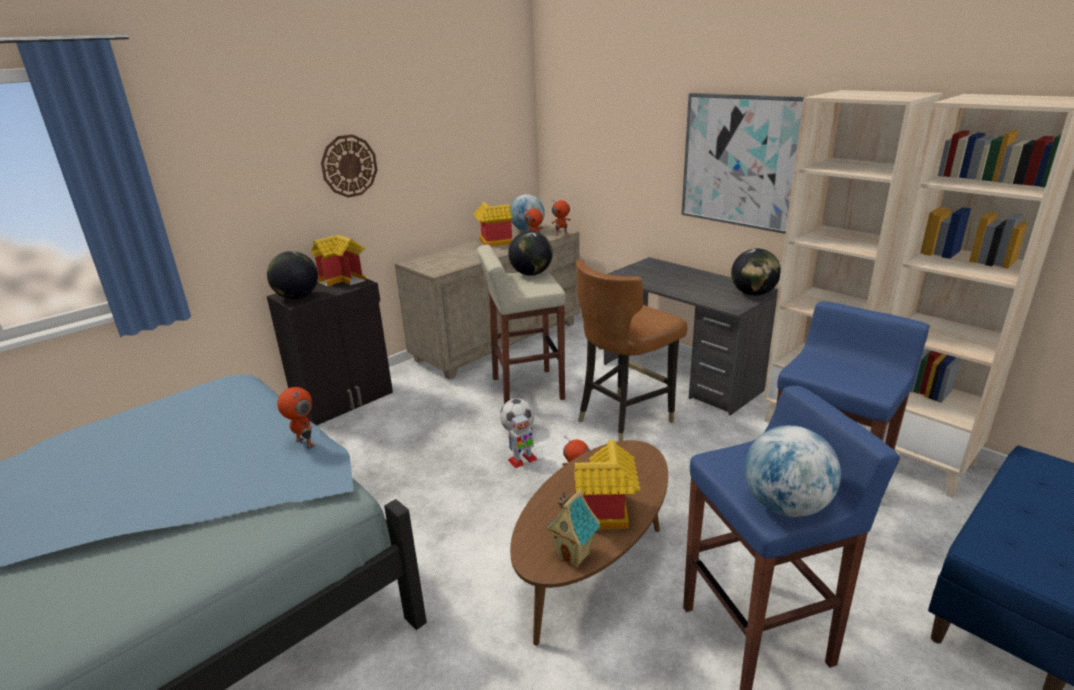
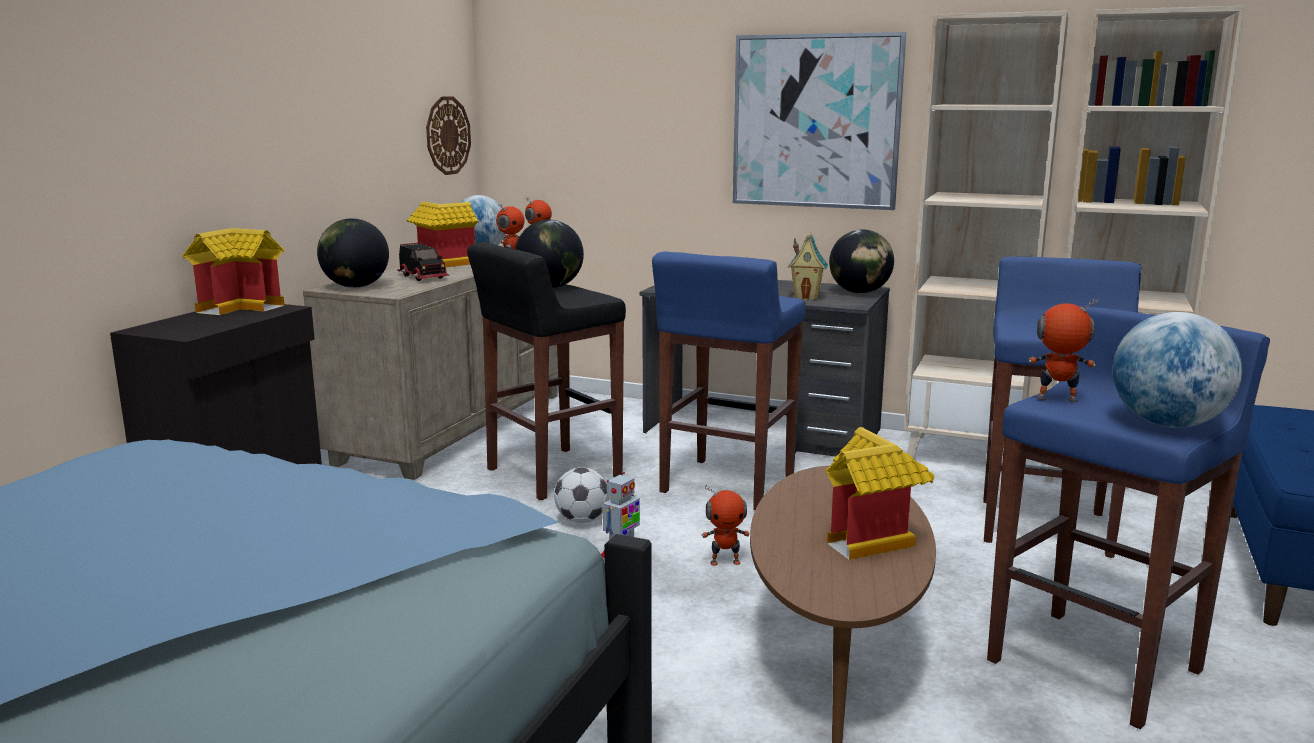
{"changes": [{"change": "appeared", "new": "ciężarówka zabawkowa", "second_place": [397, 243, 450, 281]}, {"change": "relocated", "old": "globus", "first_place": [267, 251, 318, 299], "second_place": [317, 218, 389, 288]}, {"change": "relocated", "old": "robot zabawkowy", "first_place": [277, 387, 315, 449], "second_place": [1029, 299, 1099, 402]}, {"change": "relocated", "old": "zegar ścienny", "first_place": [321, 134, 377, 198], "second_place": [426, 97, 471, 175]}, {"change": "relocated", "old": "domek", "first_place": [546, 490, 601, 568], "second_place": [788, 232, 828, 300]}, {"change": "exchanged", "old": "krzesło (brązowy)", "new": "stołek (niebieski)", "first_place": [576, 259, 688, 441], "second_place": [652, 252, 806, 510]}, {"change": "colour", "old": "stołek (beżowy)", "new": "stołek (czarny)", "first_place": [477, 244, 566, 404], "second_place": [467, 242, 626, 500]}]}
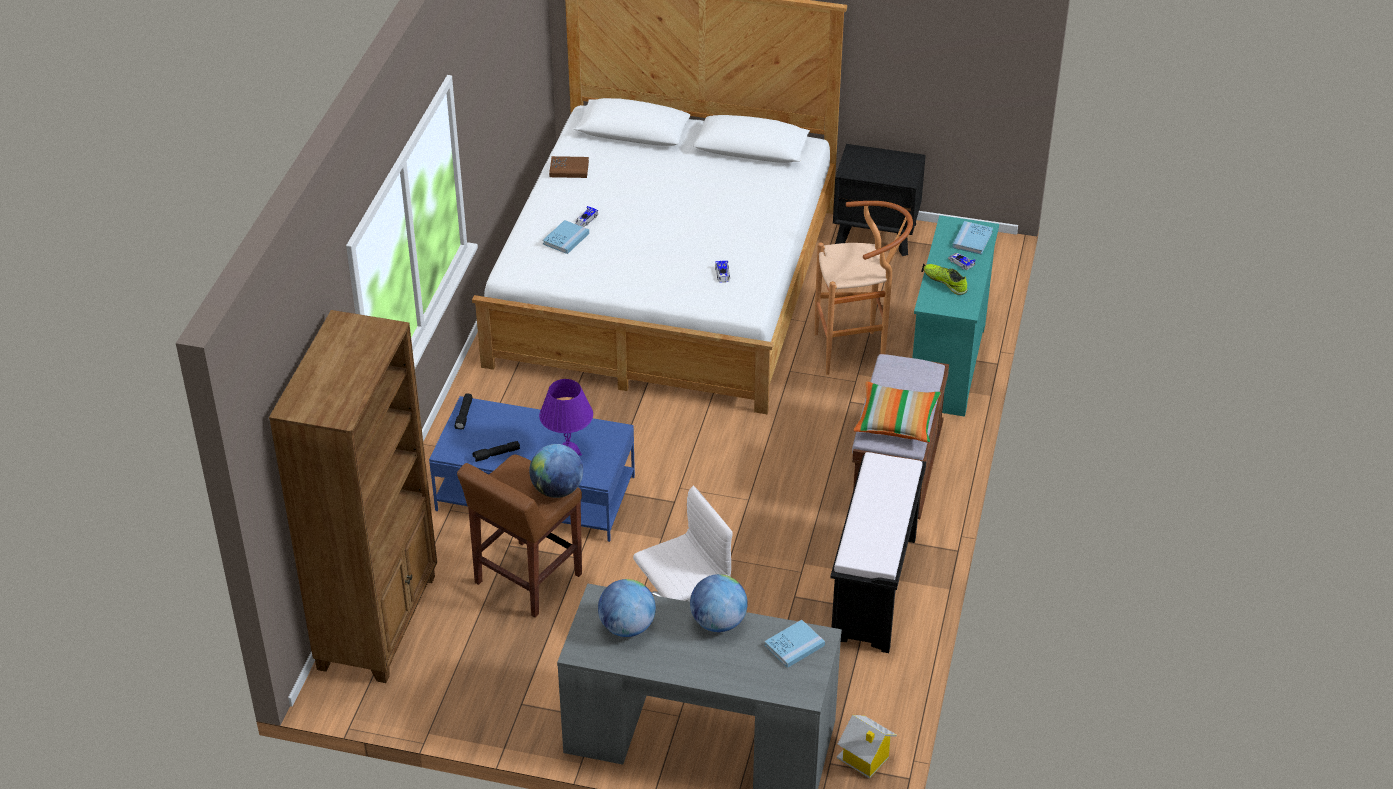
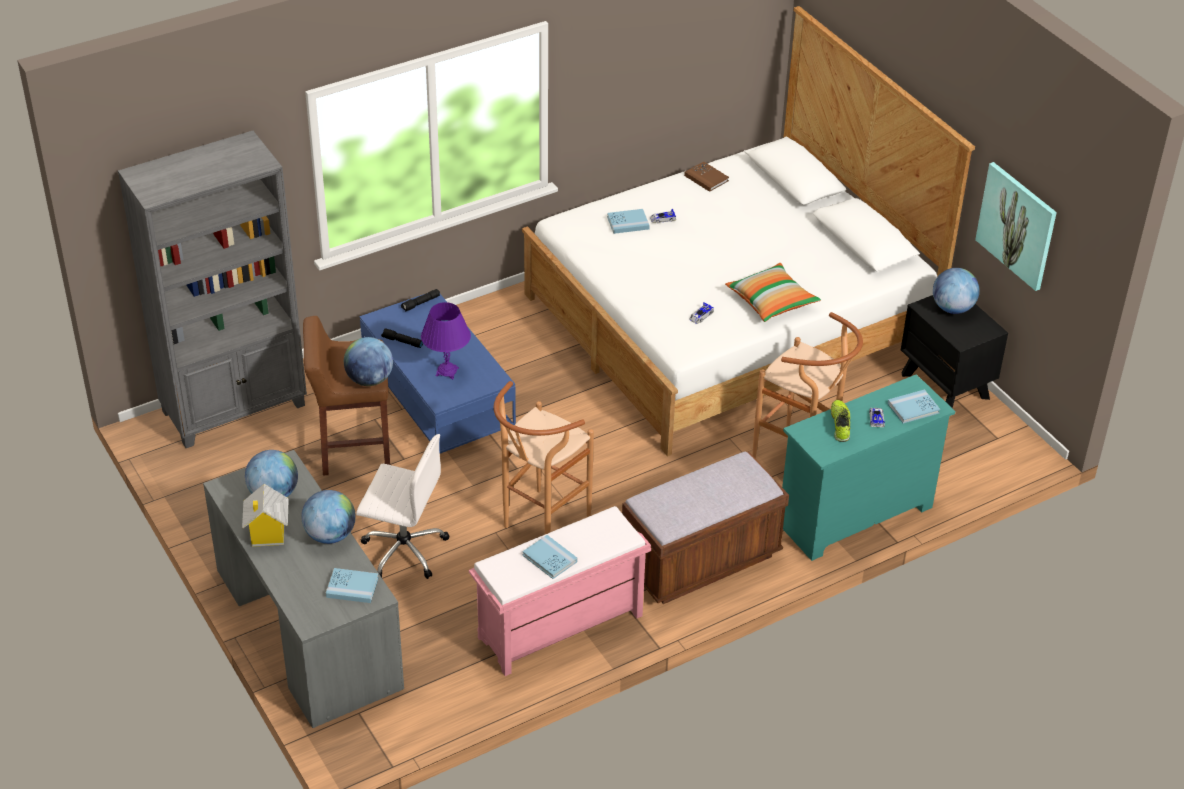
{"changes": [{"change": "appeared", "new": "stołek (brązowy)", "second_place": [494, 381, 594, 534]}, {"change": "appeared", "new": "książka (niebieski)", "second_place": [522, 535, 578, 579]}, {"change": "appeared", "new": "globus", "second_place": [933, 268, 980, 314]}, {"change": "appeared", "new": "obraz", "second_place": [975, 162, 1057, 291]}, {"change": "relocated", "old": "domek", "first_place": [837, 715, 897, 779], "second_place": [242, 484, 289, 547]}, {"change": "relocated", "old": "poduszka", "first_place": [854, 382, 941, 442], "second_place": [725, 263, 821, 322]}, {"change": "colour", "old": "regał (brązowy)", "new": "regał (szary)", "first_place": [269, 310, 437, 683], "second_place": [118, 131, 307, 448]}, {"change": "colour", "old": "ławka (czarny)", "new": "ławka (różowy)", "first_place": [830, 452, 926, 653], "second_place": [469, 506, 651, 676]}]}
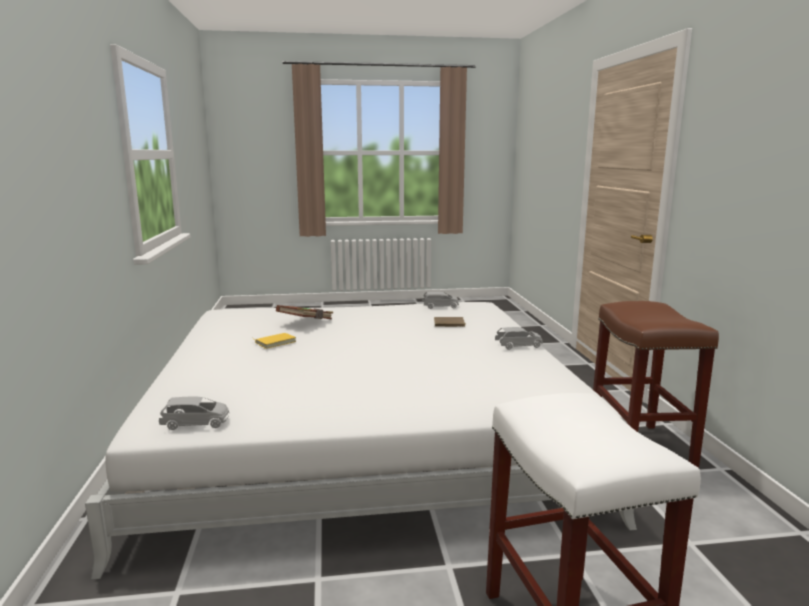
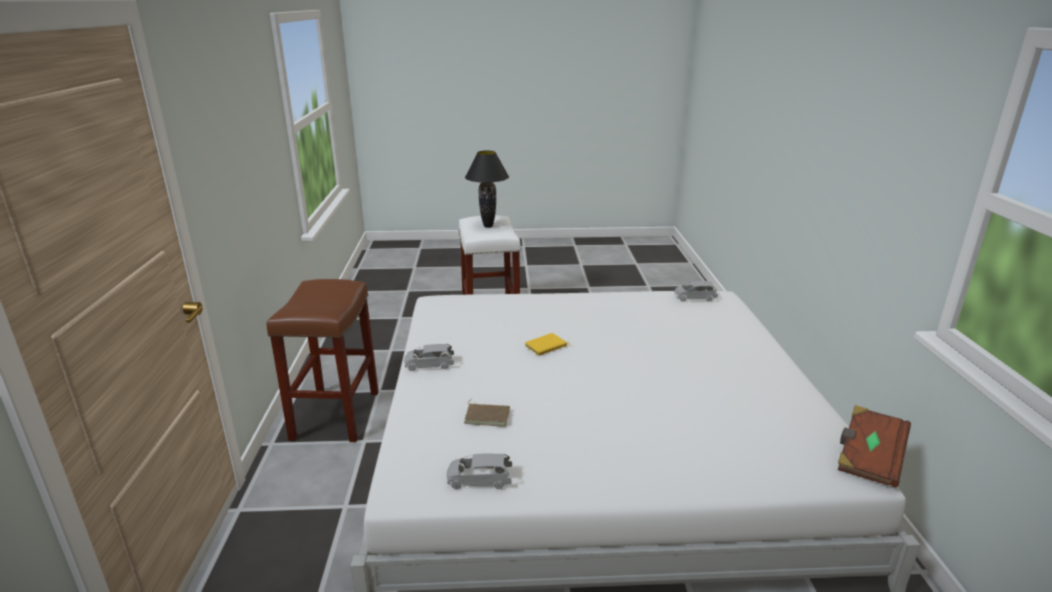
{"changes": [{"change": "appeared", "new": "lampa stołowa (czarny)", "second_place": [465, 151, 509, 228]}, {"change": "relocated", "old": "książka (żółty)", "first_place": [253, 333, 296, 349], "second_place": [525, 333, 572, 356]}, {"change": "relocated", "old": "książka (brązowy)", "first_place": [276, 305, 333, 320], "second_place": [838, 405, 911, 488]}]}
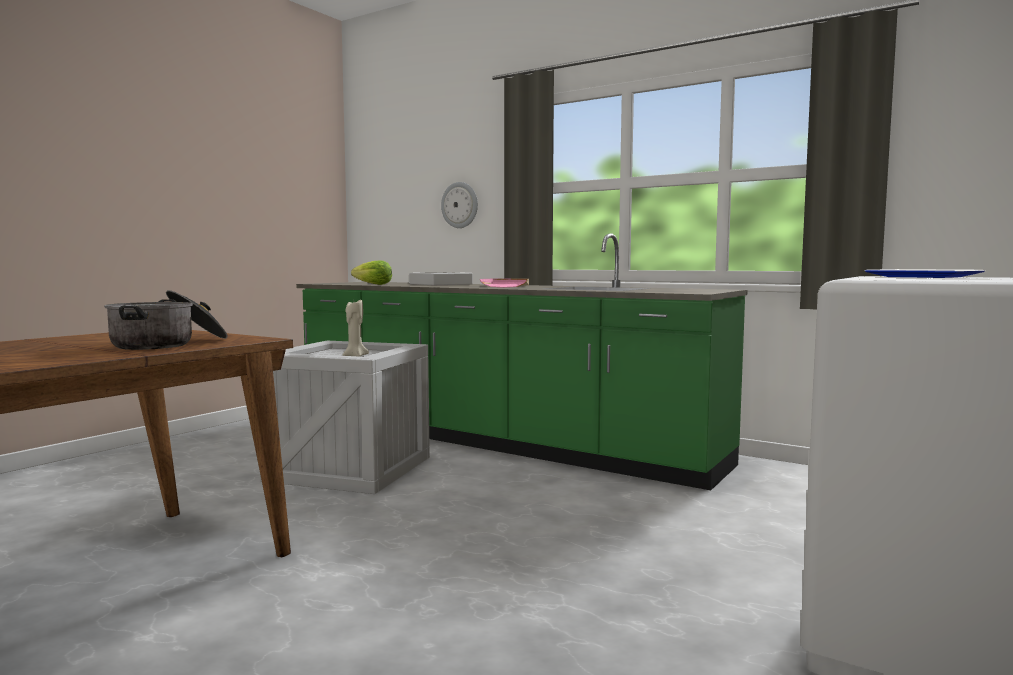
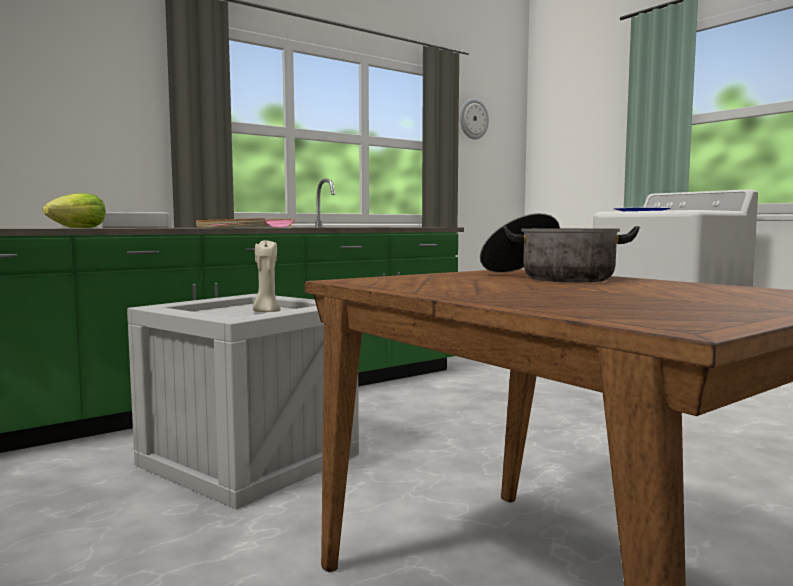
{"changes": [{"change": "relocated", "old": "zegar ścienny", "first_place": [441, 182, 478, 228], "second_place": [460, 99, 489, 139]}]}
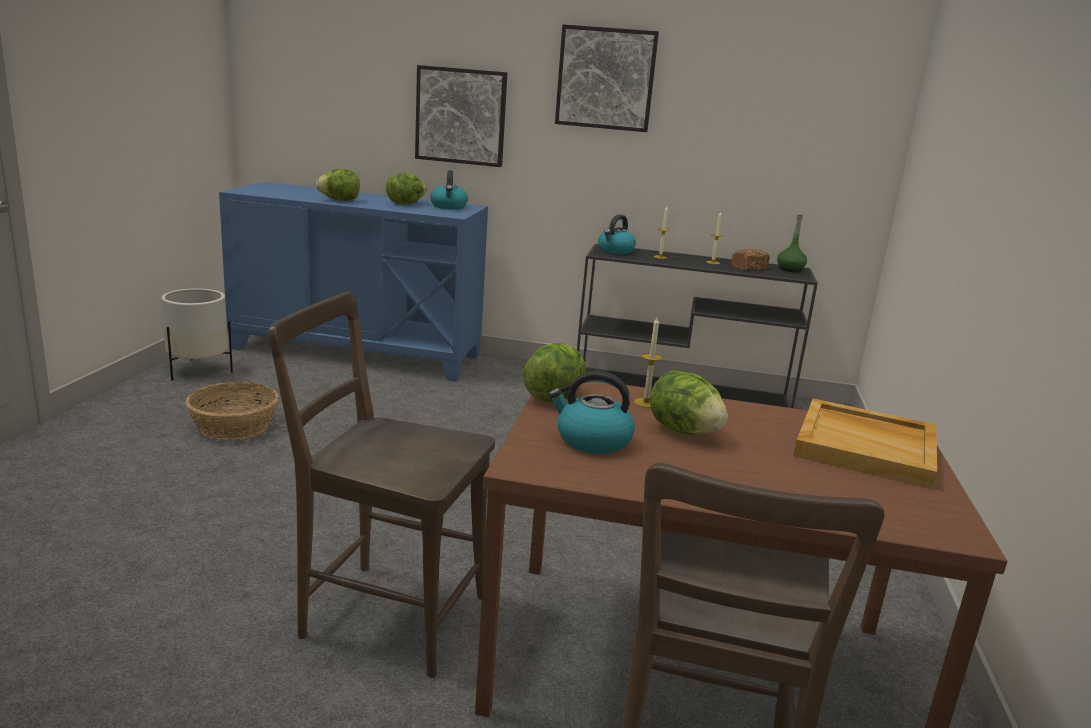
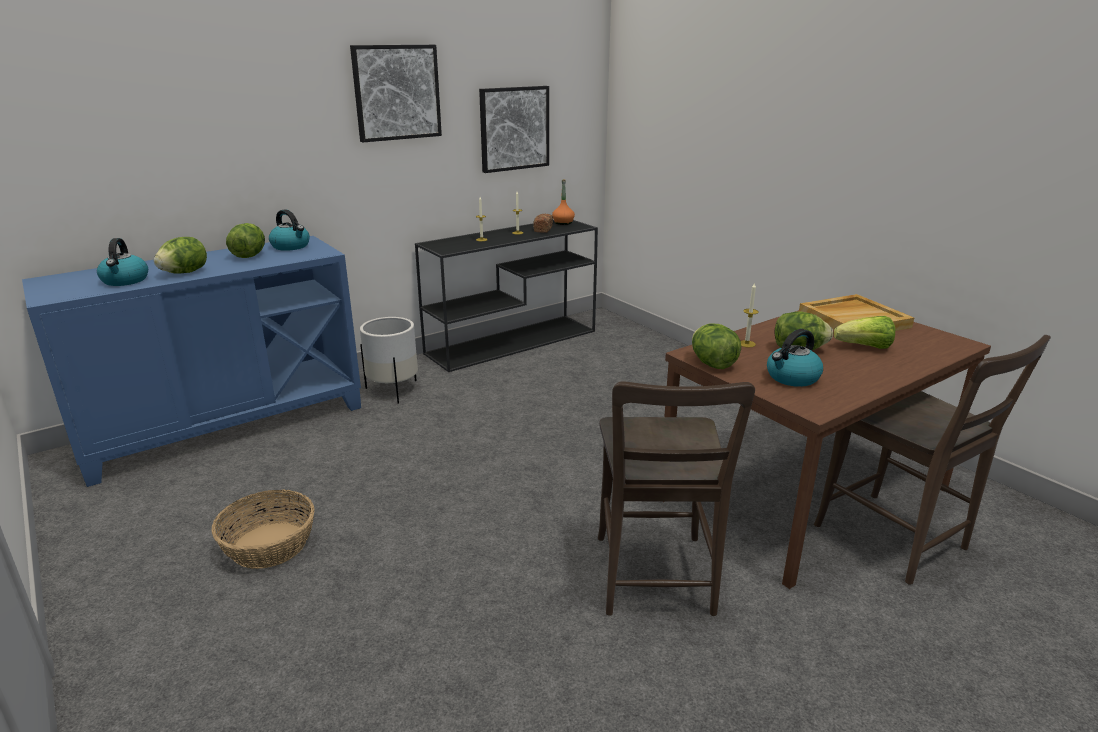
{"changes": [{"change": "appeared", "new": "sałata", "second_place": [834, 316, 895, 349]}, {"change": "relocated", "old": "donica (biały)", "first_place": [161, 288, 233, 380], "second_place": [360, 317, 418, 403]}, {"change": "relocated", "old": "obraz", "first_place": [415, 65, 507, 167], "second_place": [479, 86, 549, 173]}, {"change": "relocated", "old": "czajnik", "first_place": [598, 215, 636, 254], "second_place": [97, 238, 148, 286]}, {"change": "colour", "old": "butelka (zielony)", "new": "butelka (pomarańczowy)", "first_place": [777, 214, 807, 272], "second_place": [552, 179, 575, 225]}, {"change": "spun", "old": "krzesło (brązowy)", "first_place": [268, 292, 495, 678], "second_place": [598, 381, 755, 616], "degrees": -60}]}
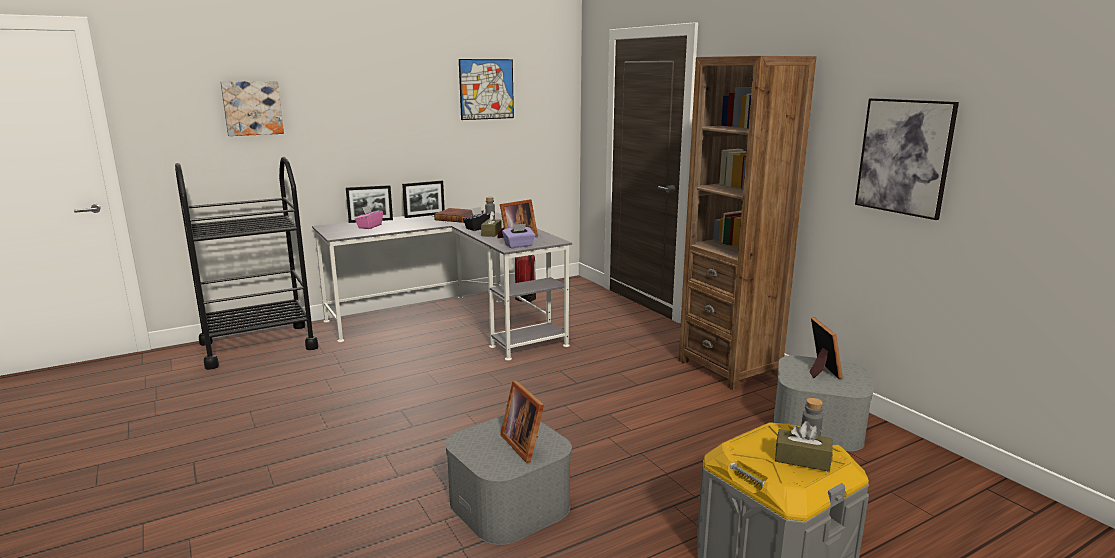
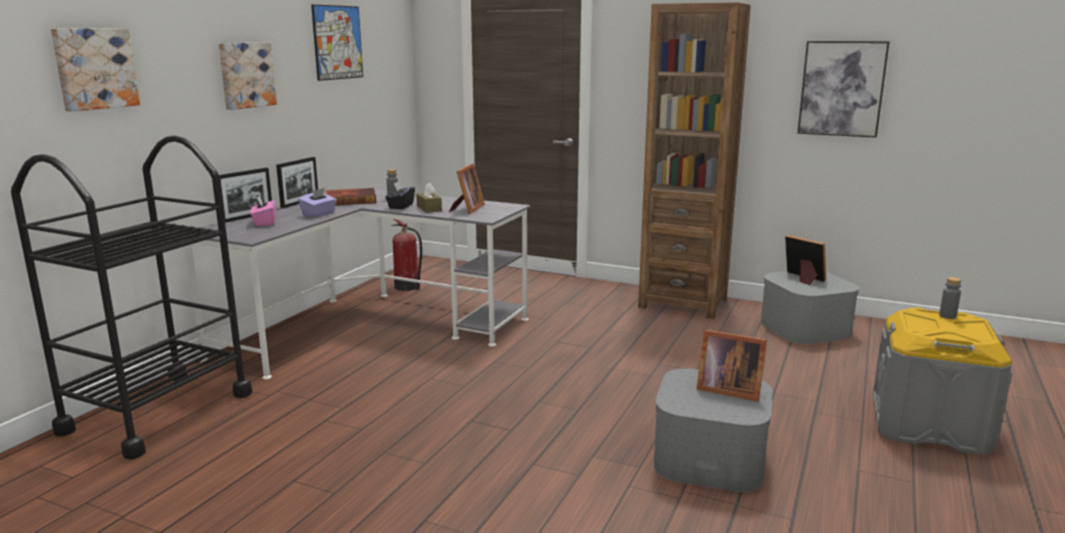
{"changes": [{"change": "missing", "old": "pudełko chusteczek (brązowy)", "first_place": [775, 421, 833, 472]}, {"change": "appeared", "new": "obraz", "second_place": [219, 43, 277, 110]}, {"change": "relocated", "old": "pudełko chusteczek (fioletowy)", "first_place": [502, 224, 536, 248], "second_place": [298, 188, 337, 217]}]}
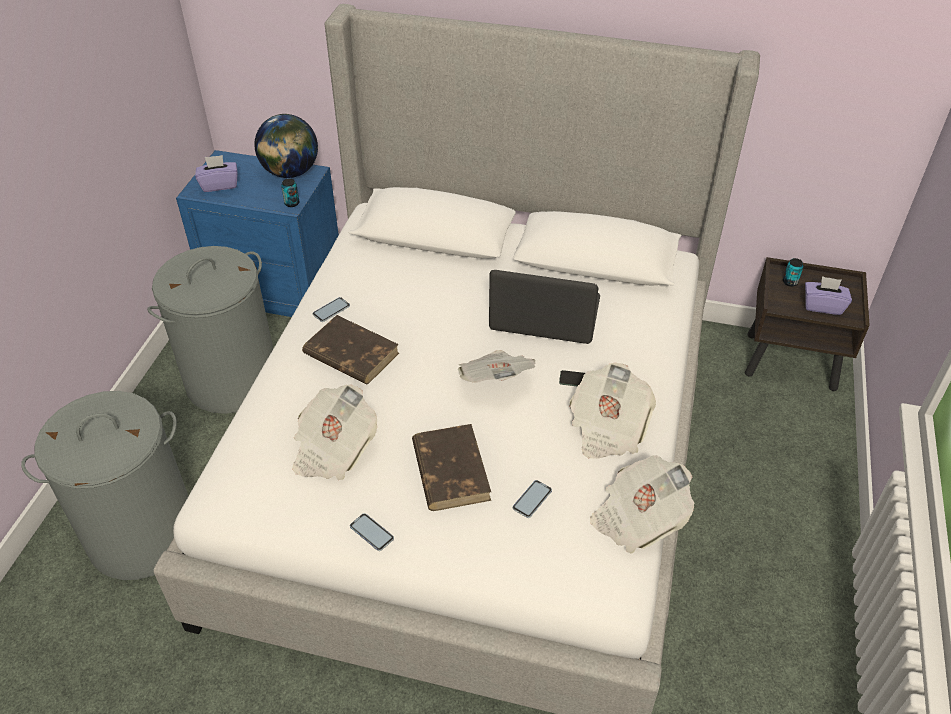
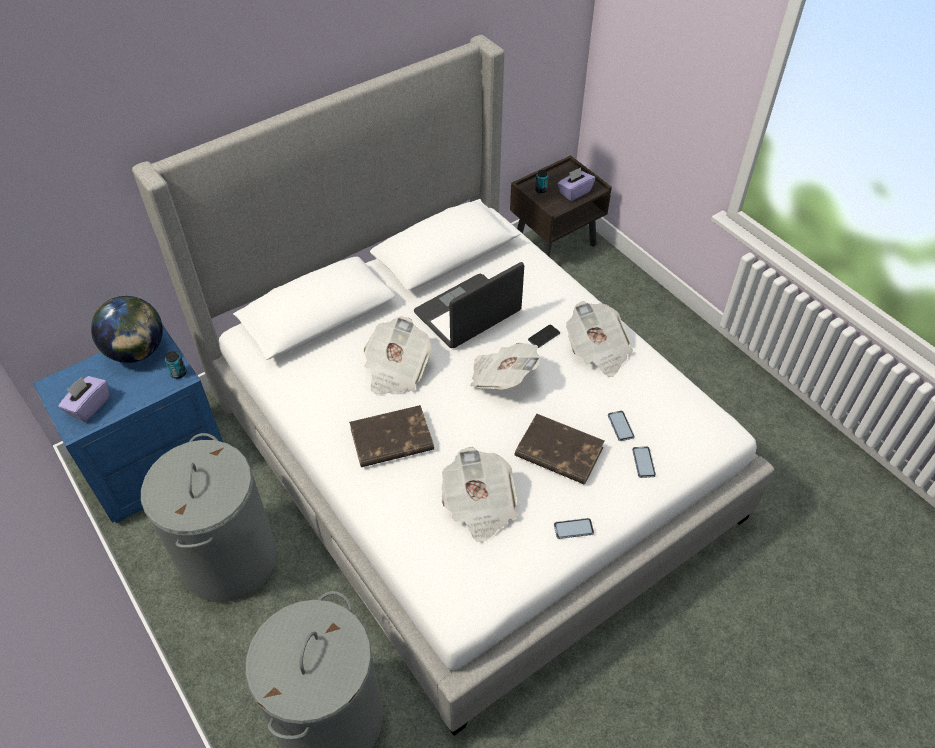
{"changes": [{"change": "relocated", "old": "telefon", "first_place": [313, 297, 350, 322], "second_place": [632, 446, 656, 478]}, {"change": "relocated", "old": "gazeta", "first_place": [590, 455, 694, 554], "second_place": [364, 317, 432, 394]}]}
